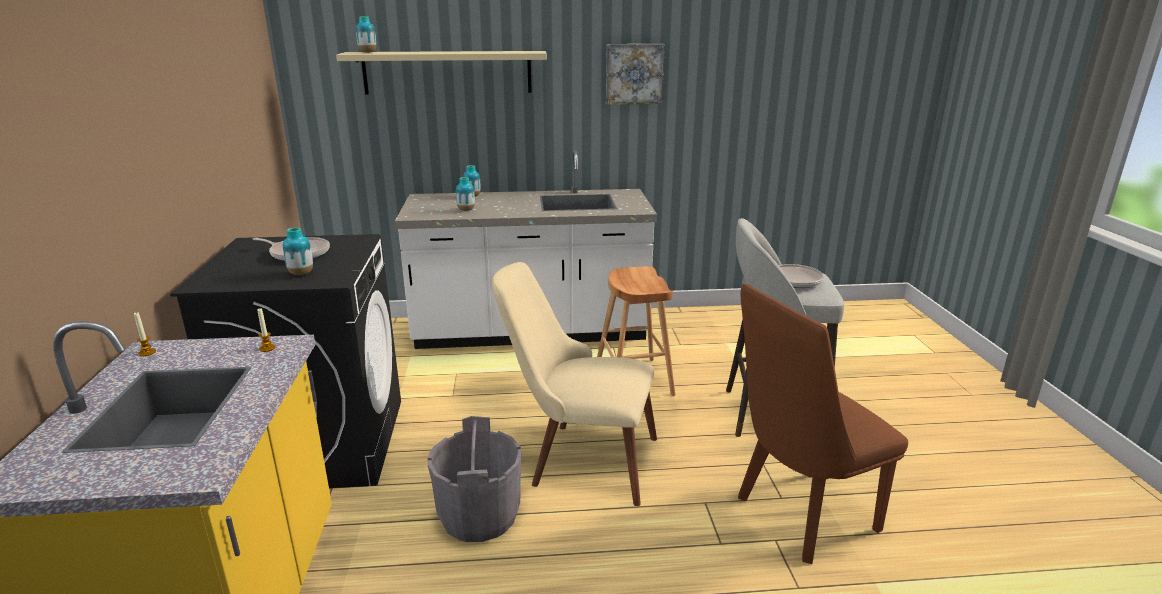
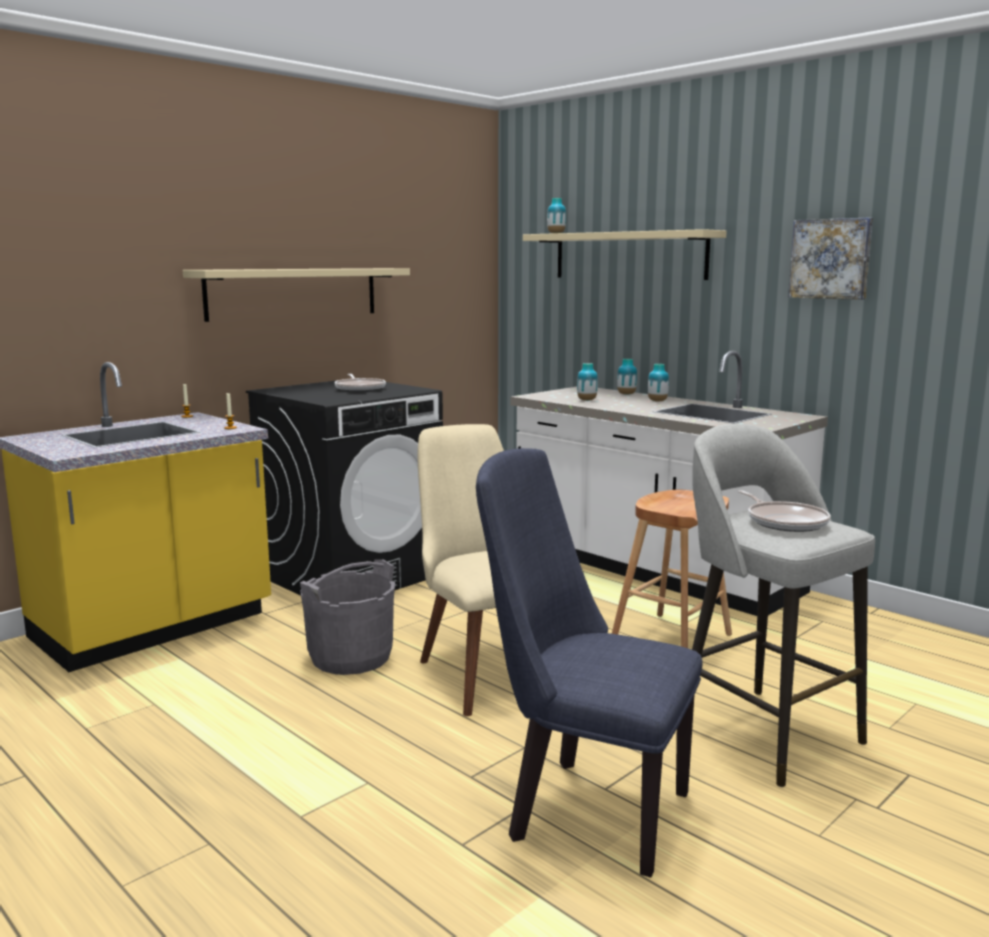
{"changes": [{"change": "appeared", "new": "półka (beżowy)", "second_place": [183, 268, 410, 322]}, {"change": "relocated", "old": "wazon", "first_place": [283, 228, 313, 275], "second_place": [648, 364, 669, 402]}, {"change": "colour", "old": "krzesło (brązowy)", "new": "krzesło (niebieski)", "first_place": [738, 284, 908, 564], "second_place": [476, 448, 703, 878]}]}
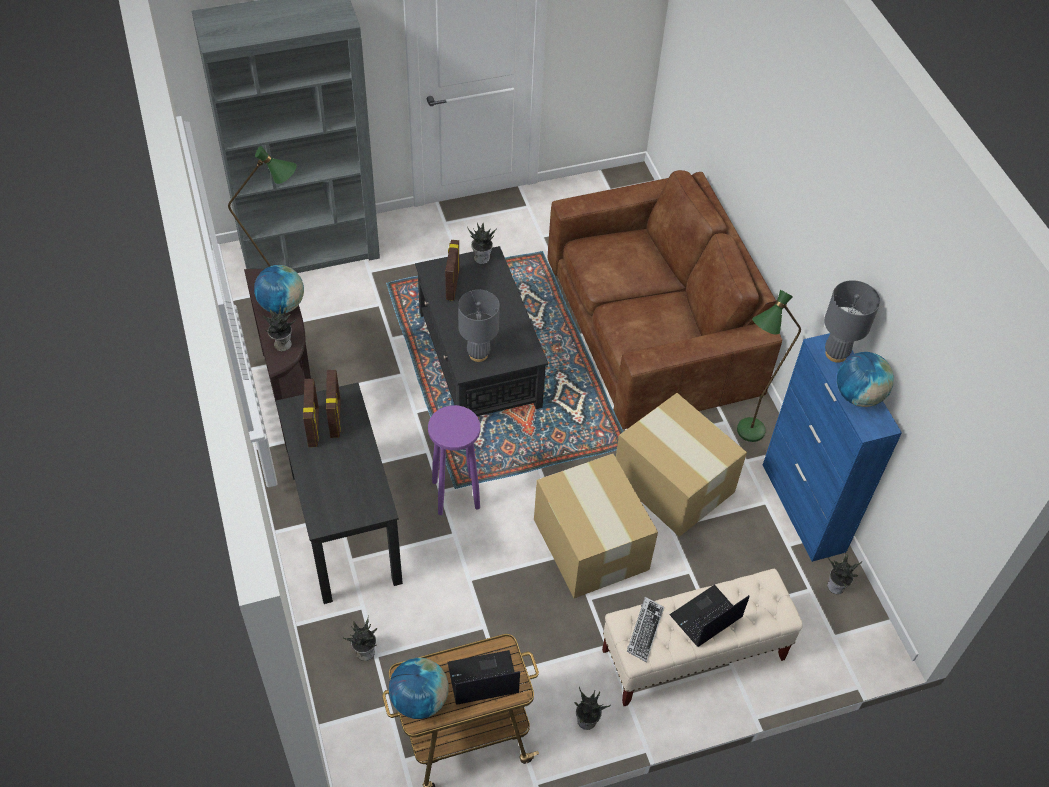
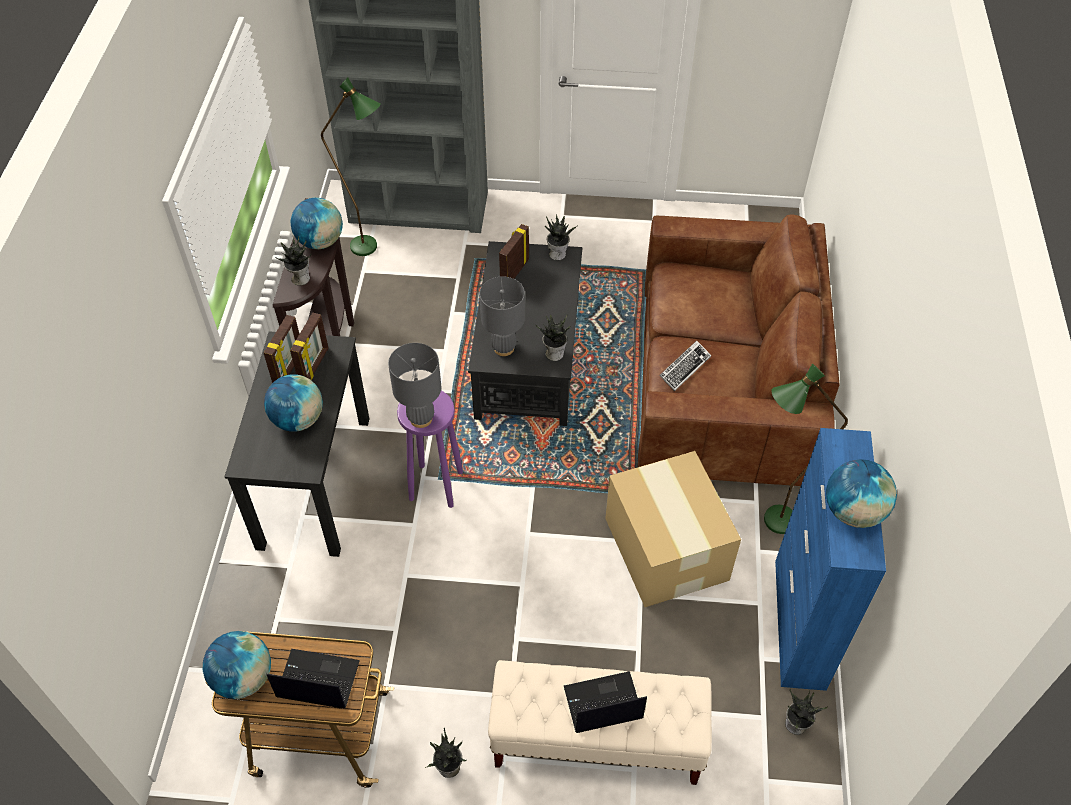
{"changes": [{"change": "missing", "old": "karton", "first_place": [534, 454, 658, 598]}, {"change": "appeared", "new": "globus", "second_place": [264, 374, 323, 432]}, {"change": "relocated", "old": "roślina doniczkowa", "first_place": [343, 615, 377, 661], "second_place": [536, 315, 570, 361]}, {"change": "relocated", "old": "klawiatura", "first_place": [627, 597, 664, 662], "second_place": [659, 341, 711, 391]}, {"change": "relocated", "old": "lampa stołowa (szary)", "first_place": [824, 280, 880, 363], "second_place": [388, 343, 441, 428]}]}
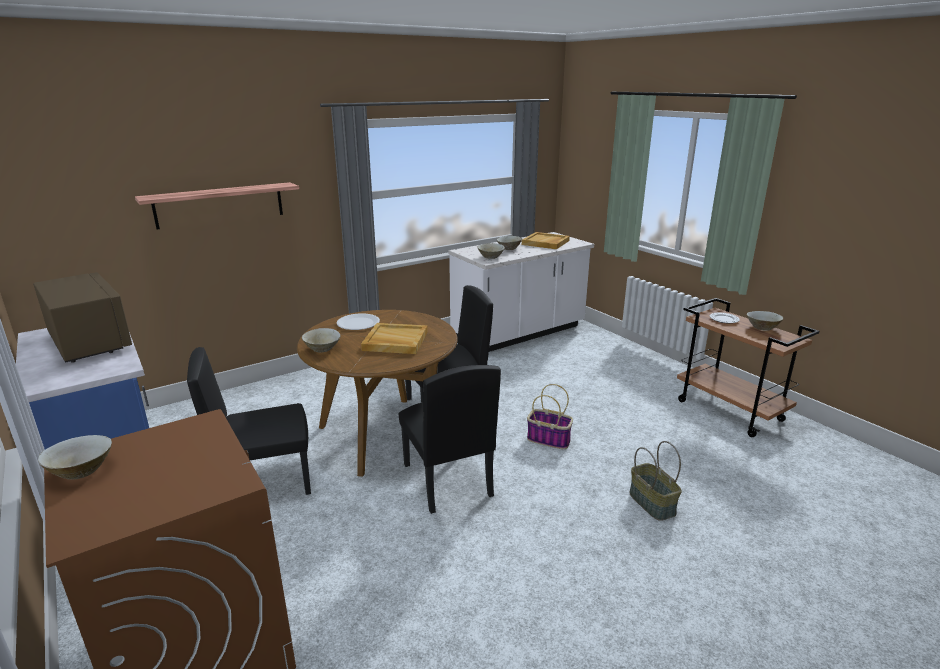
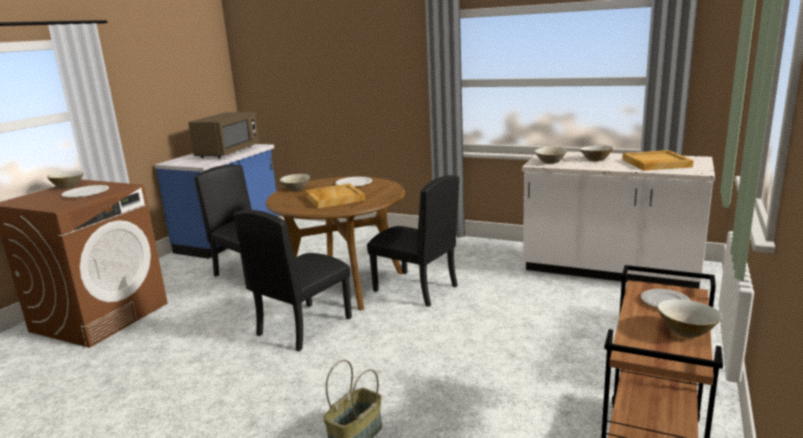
{"changes": [{"change": "missing", "old": "półka", "first_place": [135, 182, 299, 229]}, {"change": "missing", "old": "koszyk", "first_place": [527, 384, 573, 449]}, {"change": "appeared", "new": "talerz (biały)", "second_place": [61, 185, 109, 197]}]}
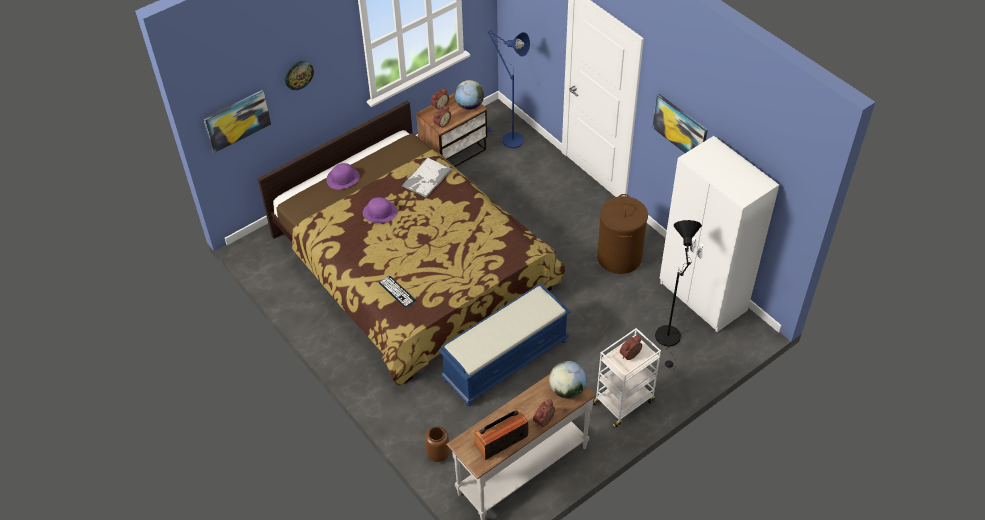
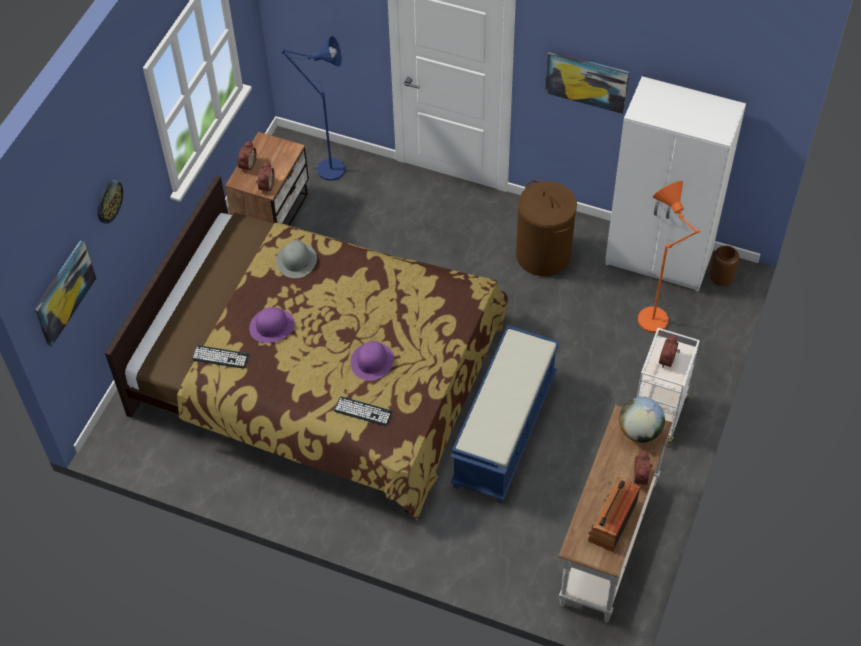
{"changes": [{"change": "missing", "old": "globus", "first_place": [455, 80, 484, 110]}, {"change": "appeared", "new": "klawiatura", "second_place": [192, 345, 249, 369]}, {"change": "relocated", "old": "kapelusz (fioletowy)", "first_place": [326, 163, 360, 189], "second_place": [350, 341, 394, 381]}, {"change": "relocated", "old": "wazon (brązowy)", "first_place": [425, 426, 450, 462], "second_place": [709, 246, 739, 286]}, {"change": "exchanged", "old": "taca", "new": "kapelusz (szary)", "first_place": [401, 157, 452, 198], "second_place": [276, 240, 317, 278]}, {"change": "colour", "old": "lampa stojąca (czarny)", "new": "lampa stojąca (pomarańczowy)", "first_place": [655, 220, 702, 370], "second_place": [638, 181, 700, 337]}]}
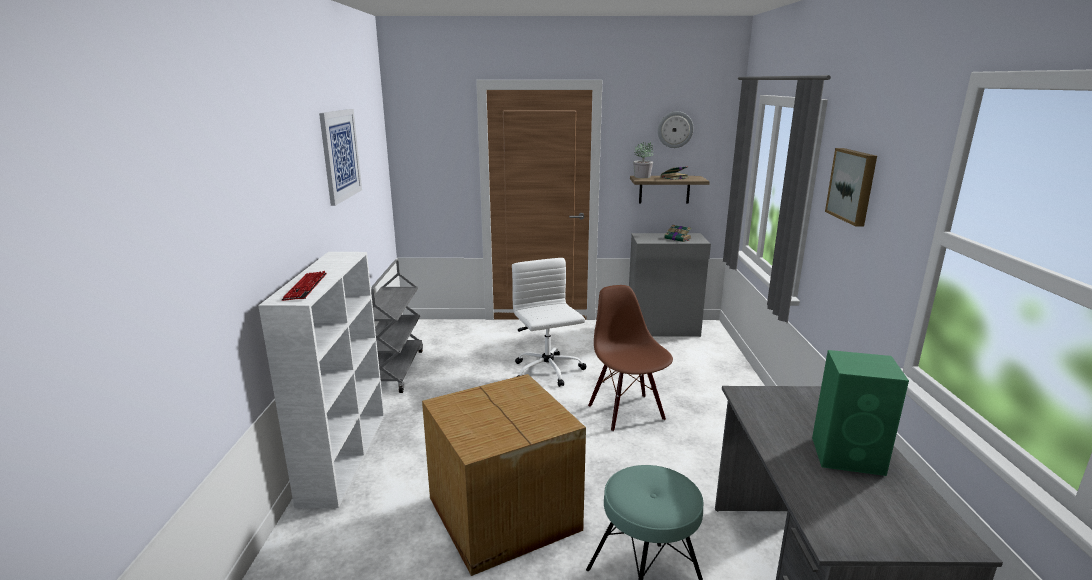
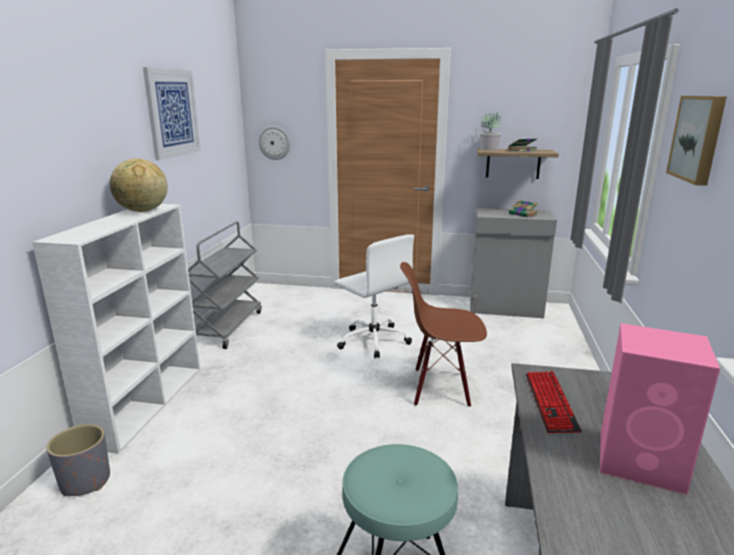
{"changes": [{"change": "missing", "old": "karton", "first_place": [422, 374, 586, 576]}, {"change": "appeared", "new": "donica (szary)", "second_place": [47, 424, 110, 496]}, {"change": "appeared", "new": "globus", "second_place": [110, 158, 168, 212]}, {"change": "relocated", "old": "klawiatura", "first_place": [282, 271, 327, 301], "second_place": [526, 371, 582, 433]}, {"change": "relocated", "old": "zegar ścienny", "first_place": [658, 111, 694, 148], "second_place": [258, 126, 290, 160]}, {"change": "colour", "old": "głośnik (zielony)", "new": "głośnik (różowy)", "first_place": [812, 350, 909, 476], "second_place": [600, 323, 720, 495]}, {"change": "spun", "old": "krzesło biurowe (biały)", "first_place": [512, 258, 587, 387], "second_place": [335, 234, 414, 358], "degrees": 150}, {"change": "spun", "old": "krzesło (brązowy)", "first_place": [588, 285, 673, 432], "second_place": [400, 262, 487, 407], "degrees": -75}]}
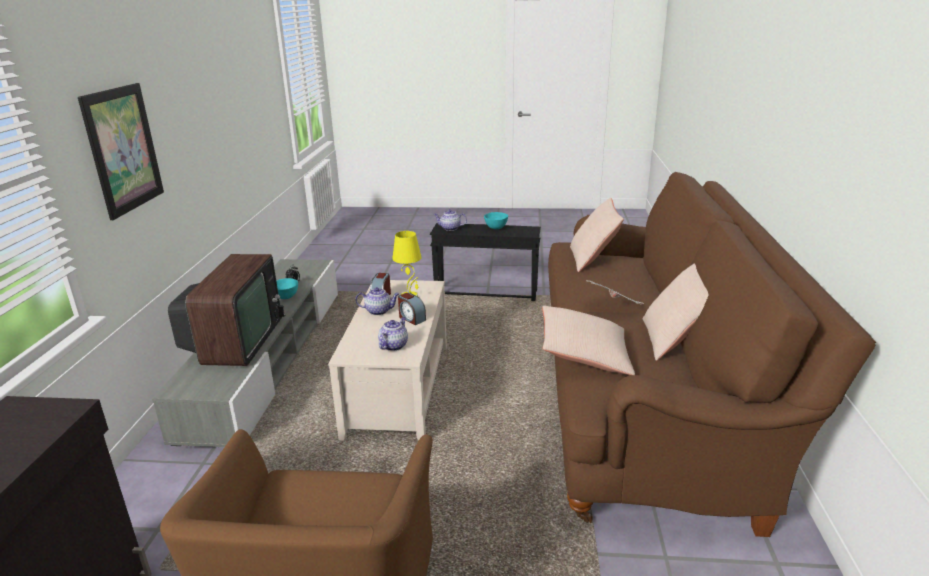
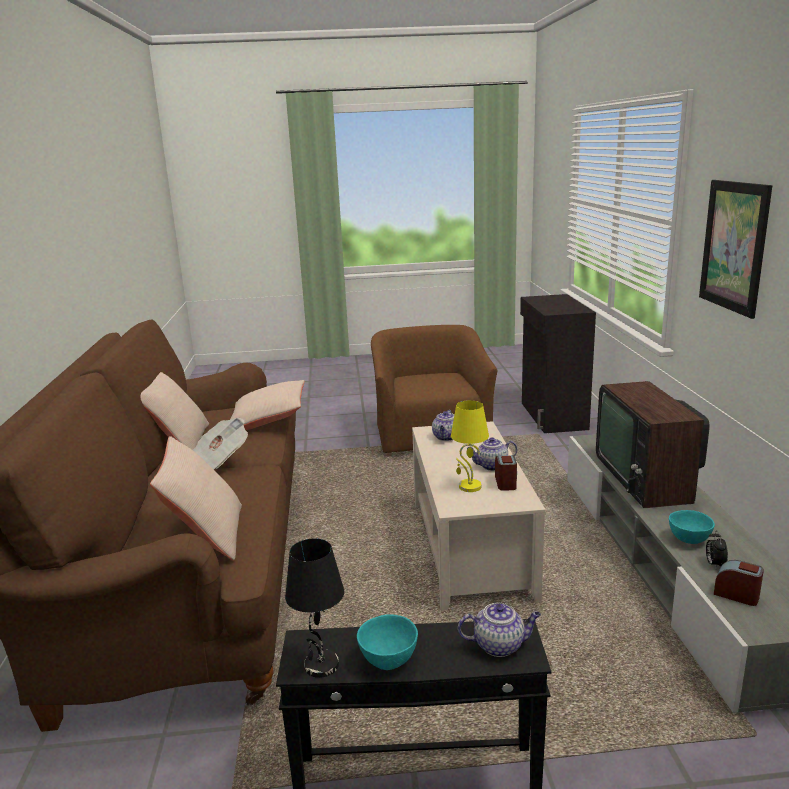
{"changes": [{"change": "appeared", "new": "lampa stołowa (czarny)", "second_place": [285, 538, 344, 678]}, {"change": "relocated", "old": "budzik", "first_place": [398, 293, 426, 325], "second_place": [714, 560, 764, 606]}]}
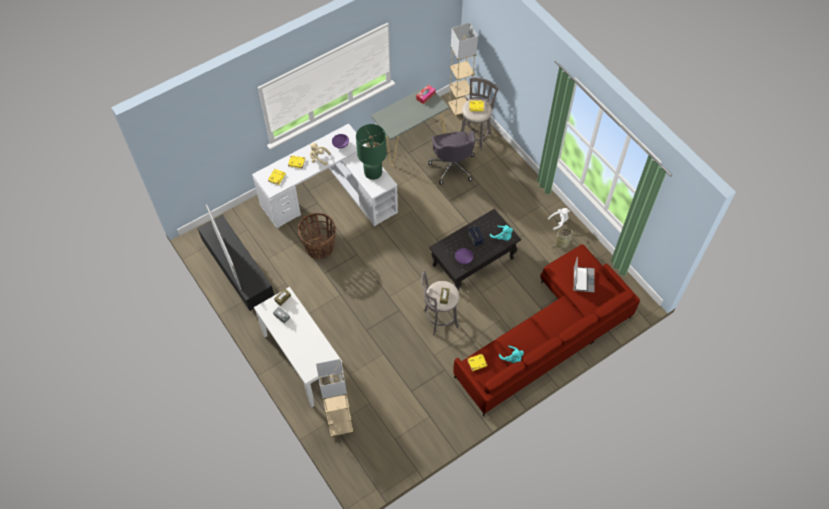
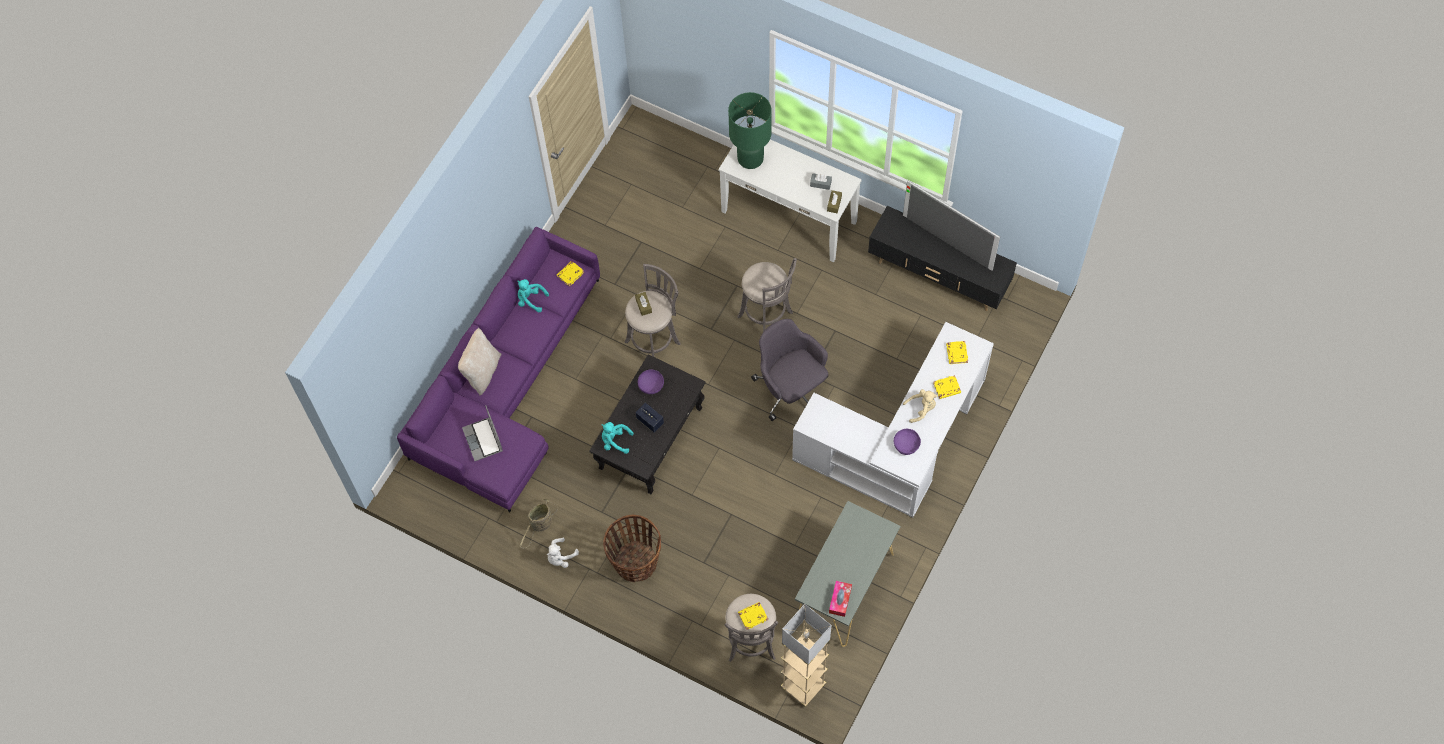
{"changes": [{"change": "missing", "old": "lampa stojąca (beżowy)", "first_place": [316, 359, 353, 437]}, {"change": "appeared", "new": "poduszka (beżowy)", "second_place": [458, 328, 502, 396]}, {"change": "appeared", "new": "stołek (szary)", "second_place": [737, 258, 797, 332]}, {"change": "relocated", "old": "koszyk", "first_place": [298, 213, 336, 260], "second_place": [603, 515, 661, 582]}, {"change": "relocated", "old": "lampa stołowa (zielony)", "first_place": [356, 124, 387, 180], "second_place": [728, 92, 772, 169]}, {"change": "relocated", "old": "krzesło biurowe (szary)", "first_place": [428, 130, 475, 185], "second_place": [751, 319, 828, 421]}, {"change": "colour", "old": "kanapa (czerwony)", "new": "kanapa (fioletowy)", "first_place": [453, 244, 640, 416], "second_place": [397, 227, 600, 512]}]}
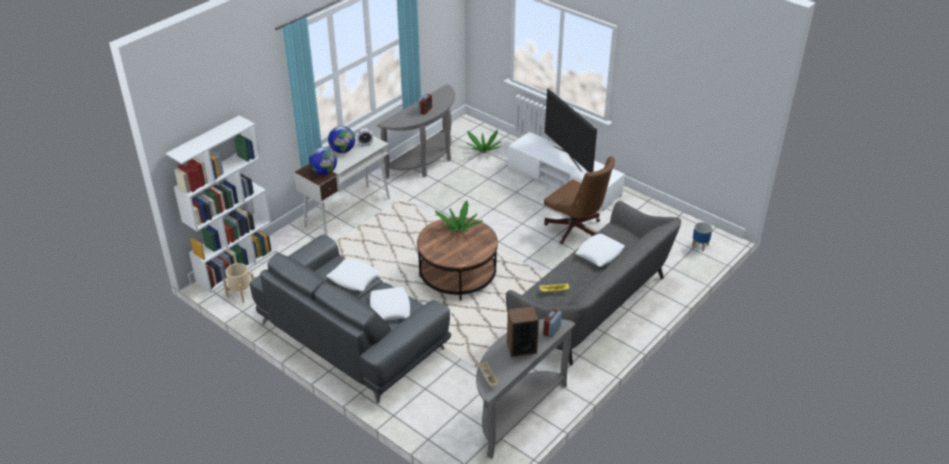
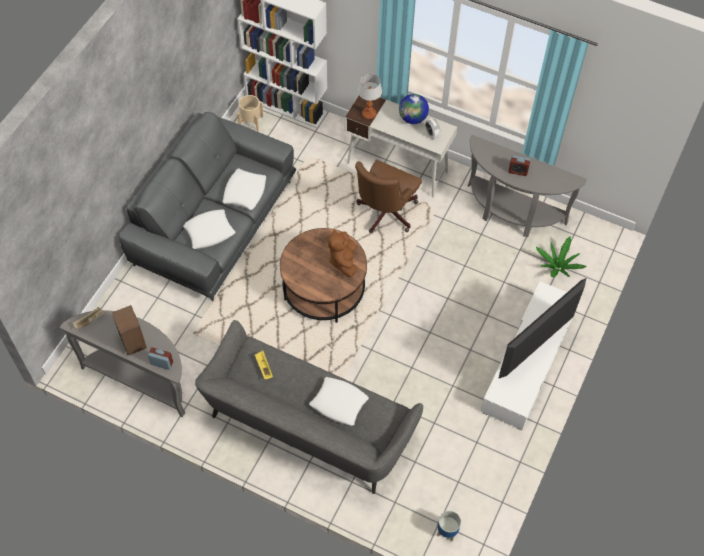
{"changes": [{"change": "relocated", "old": "krzesło biurowe (brązowy)", "first_place": [544, 156, 615, 244], "second_place": [355, 160, 422, 233]}, {"change": "exchanged", "old": "globus", "new": "lampa stołowa", "first_place": [309, 147, 337, 175], "second_place": [358, 74, 382, 119]}, {"change": "exchanged", "old": "roślina doniczkowa", "new": "pluszak (brązowy)", "first_place": [435, 201, 483, 232], "second_place": [328, 229, 357, 277]}]}
